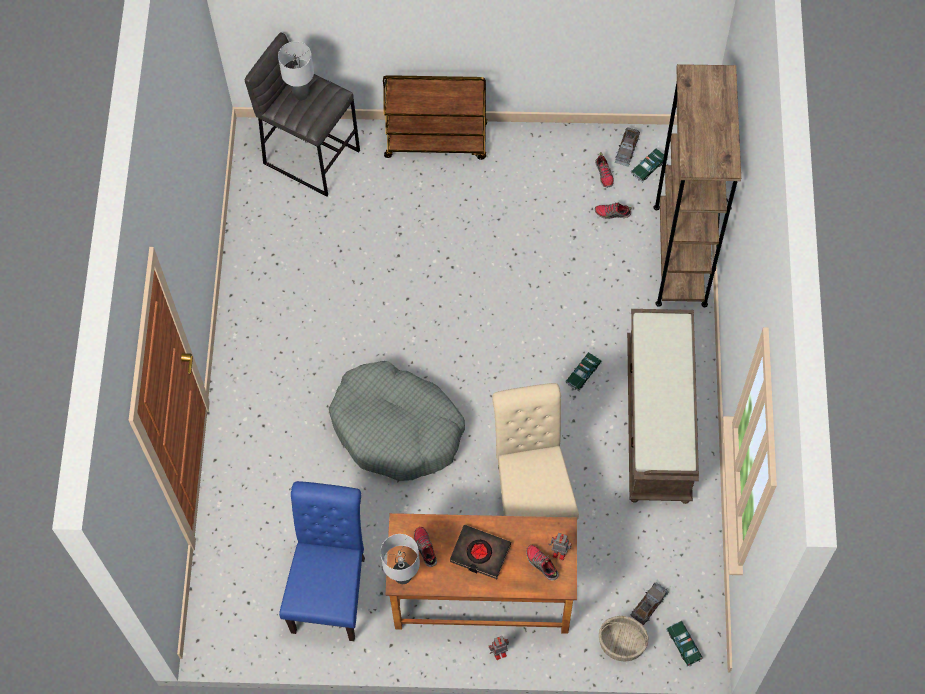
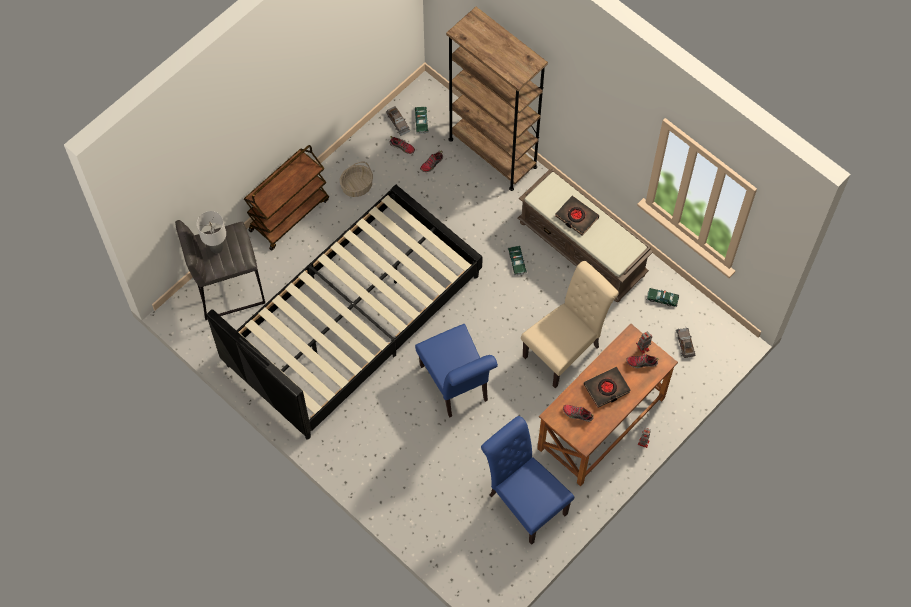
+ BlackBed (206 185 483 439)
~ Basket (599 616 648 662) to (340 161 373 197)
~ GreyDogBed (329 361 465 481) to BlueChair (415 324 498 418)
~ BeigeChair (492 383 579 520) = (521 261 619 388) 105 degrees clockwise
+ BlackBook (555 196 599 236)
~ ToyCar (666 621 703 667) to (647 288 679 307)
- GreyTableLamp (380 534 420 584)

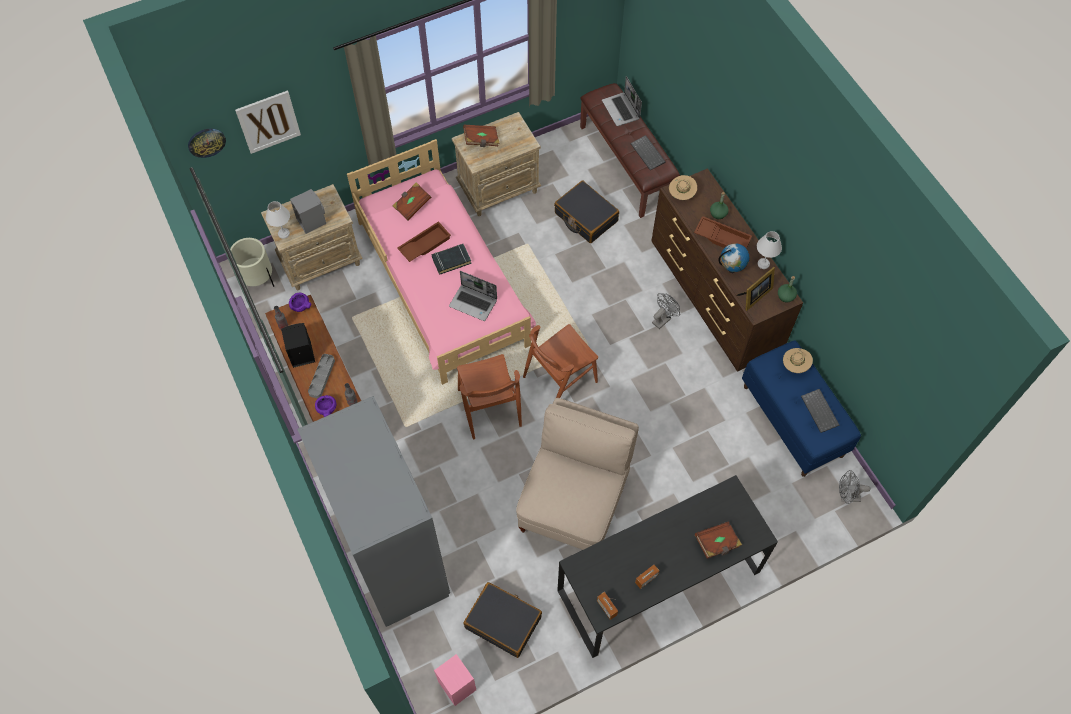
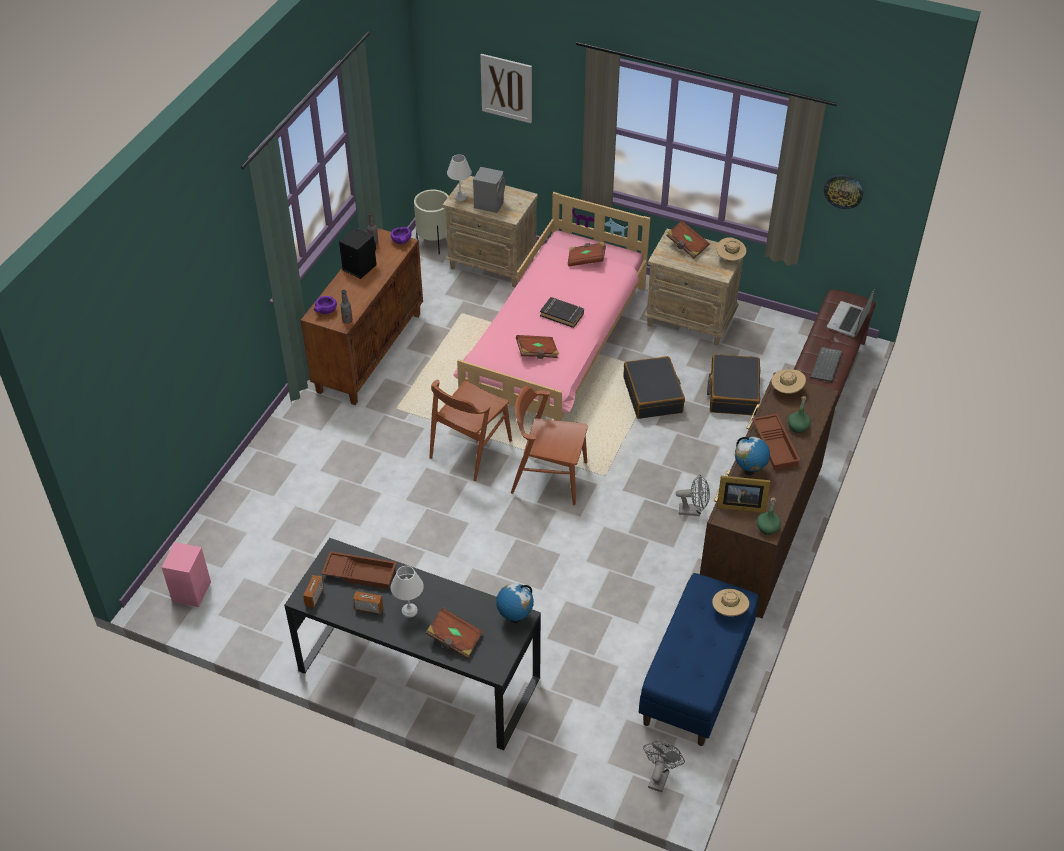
~ BrownTray (397 221 451 262) to (321 551 397 589)
~ WhiteTableLamp (757 231 782 269) to (391 566 424 618)
+ Globe (496 583 534 623)
~ Laptop (449 271 497 321) to BrownBook (516 335 559 359)
~ BlackSuitcase (464 582 542 658) to (623 356 685 419)
~ GreyFan (839 470 871 504) = (643 741 685 792) 60 degrees clockwise
+ BeigeHat (716 237 746 261)
~ WallClock (188 129 226 158) to (824 175 863 209)
- GreyWardrobe (297 396 450 627)
- GreyTray (308 354 335 399)
- BeigeChair (516 398 639 550)
- Keyboard (801 389 839 433)

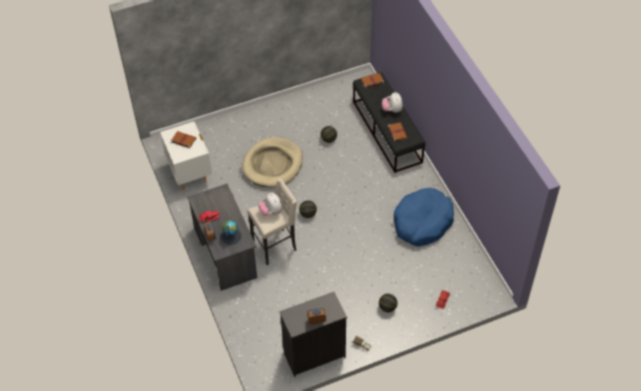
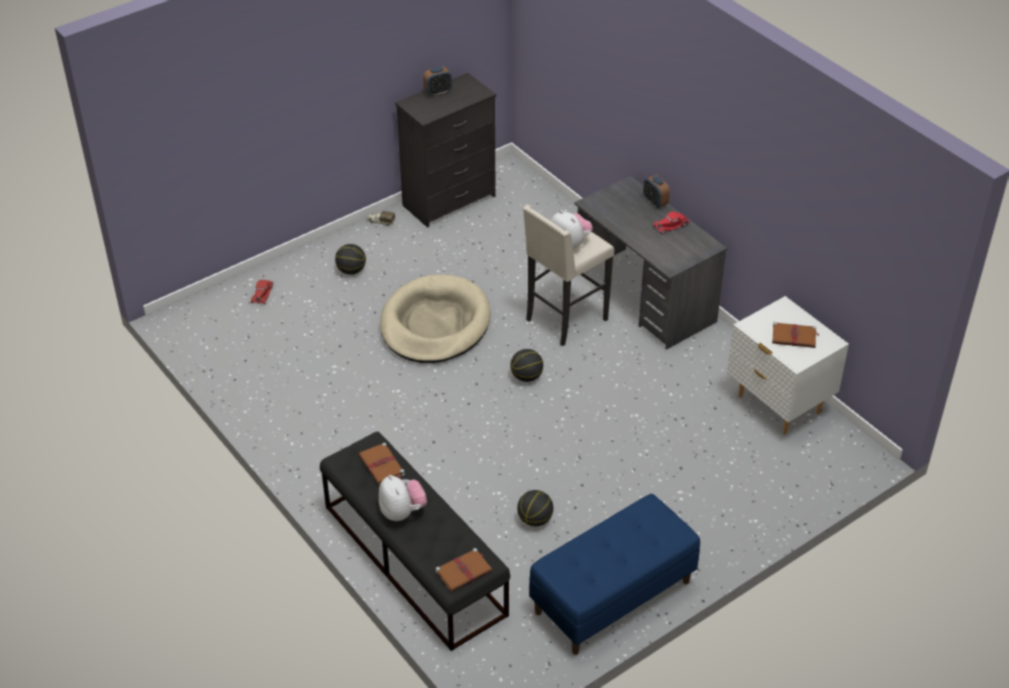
~ BeigeDogBed (242 137 303 187) to (380 274 491 363)
+ BlueBench (529 494 700 655)
- Globe (220 220 242 245)
- BlueDogBed (394 188 454 247)

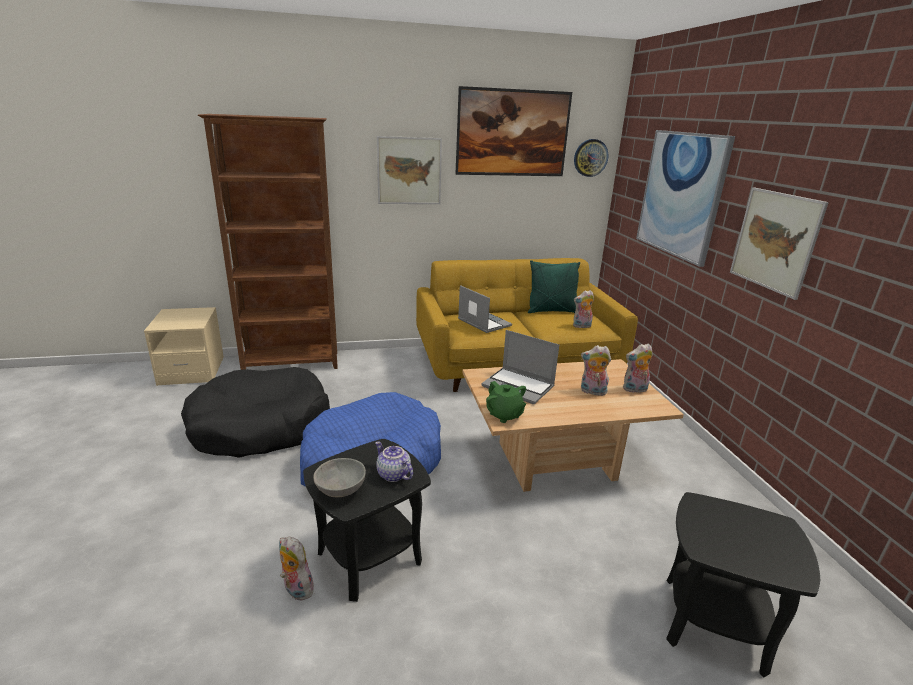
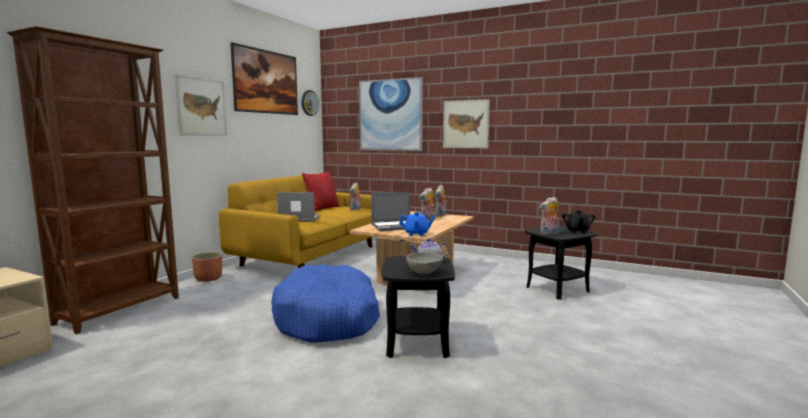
+ Planter (192 252 222 282)
~ GreenPillow (528 260 580 313) to RedPillow (302 171 340 211)
~ GreenTeapot (486 381 526 423) to BlueTeapot (399 212 435 236)
~ PlushToy (279 536 317 601) to (539 197 559 235)
+ BlackTeapot (562 210 596 233)
- BlackDogBed (181 367 330 458)

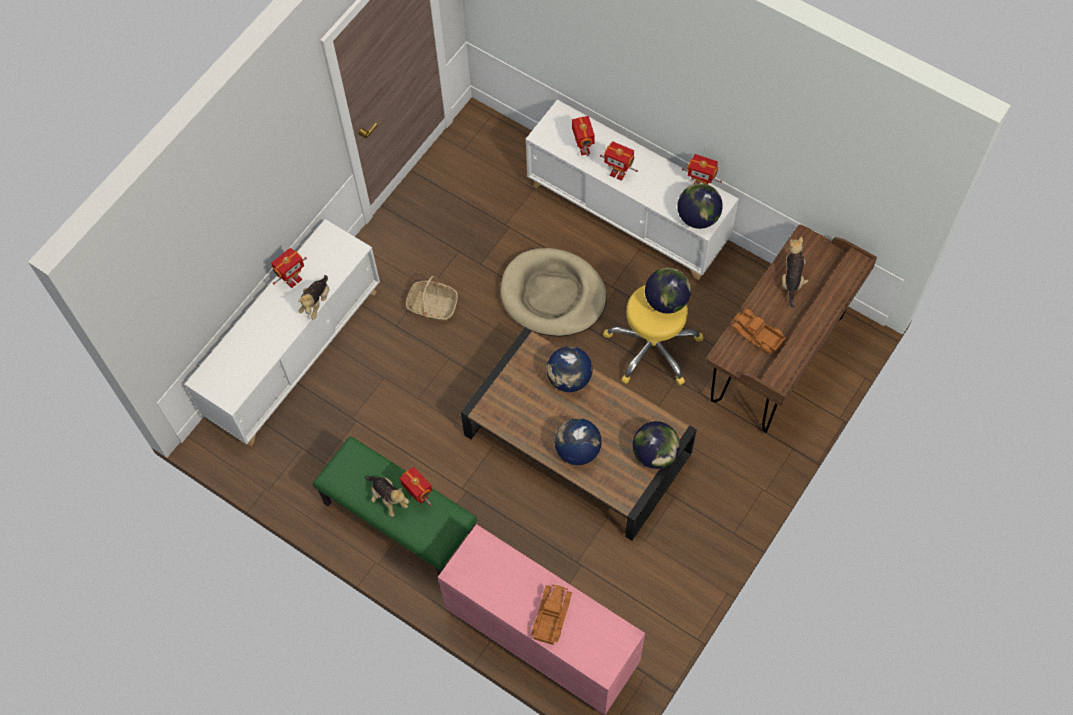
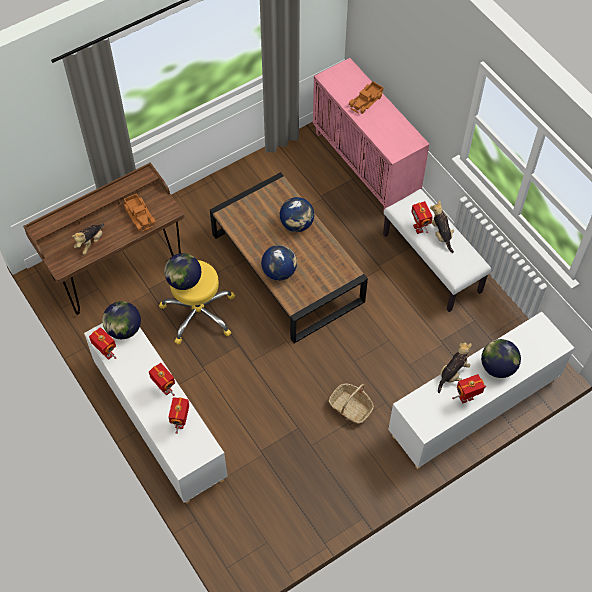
~ GreenBench (313 436 477 576) to WhiteBench (383 189 491 312)
~ Globe (632 421 680 469) to (481 339 521 378)
- BeigeDogBed (500 248 607 336)

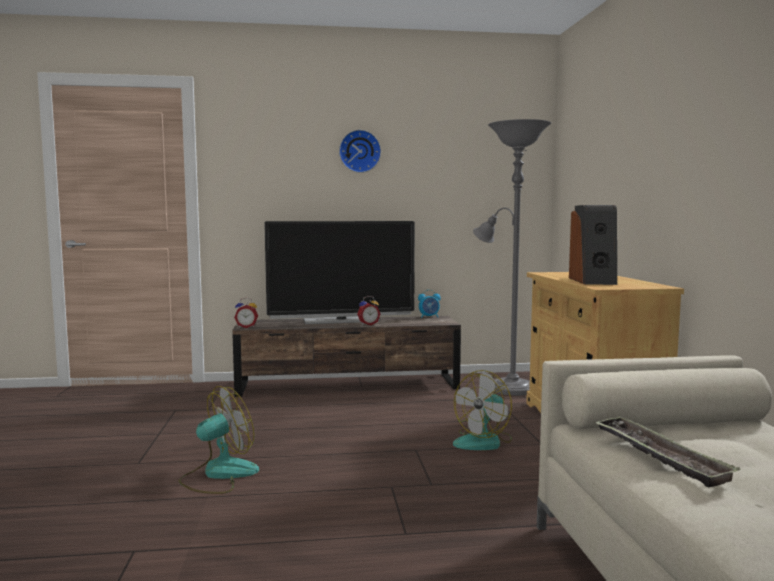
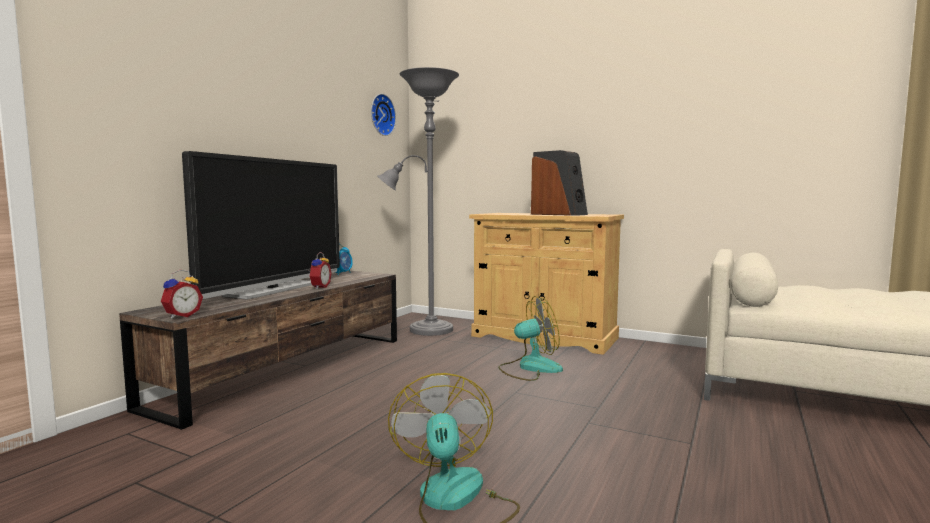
~ WallClock (339 130 381 173) to (371 94 396 136)
~ Fan (453 370 512 450) = (498 296 563 381) 90 degrees counterclockwise
- Tray (594 416 741 488)

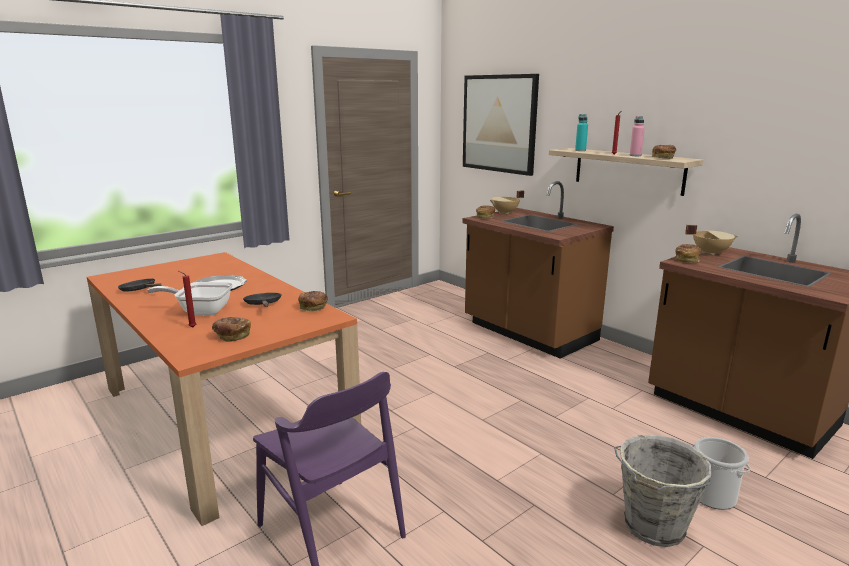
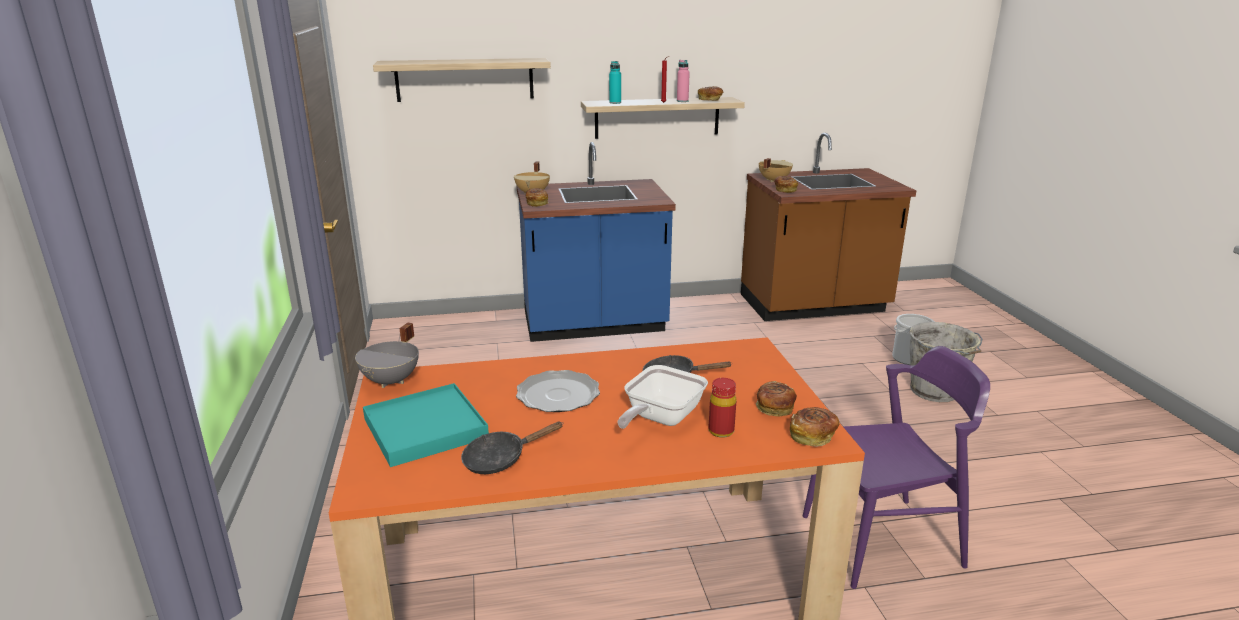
+ GreyCookingPot (355 323 419 388)
+ TurquoiseTray (363 383 489 467)
~ Picture (463 74 539 176) to Shelf (373 58 551 102)
~ BrownCounter (462 181 614 359) to BlueCounter (517 142 676 342)
~ RedCandle (179 271 196 327) to RedBottle (709 378 736 438)
~ Bread (298 291 328 312) to (790 407 840 447)

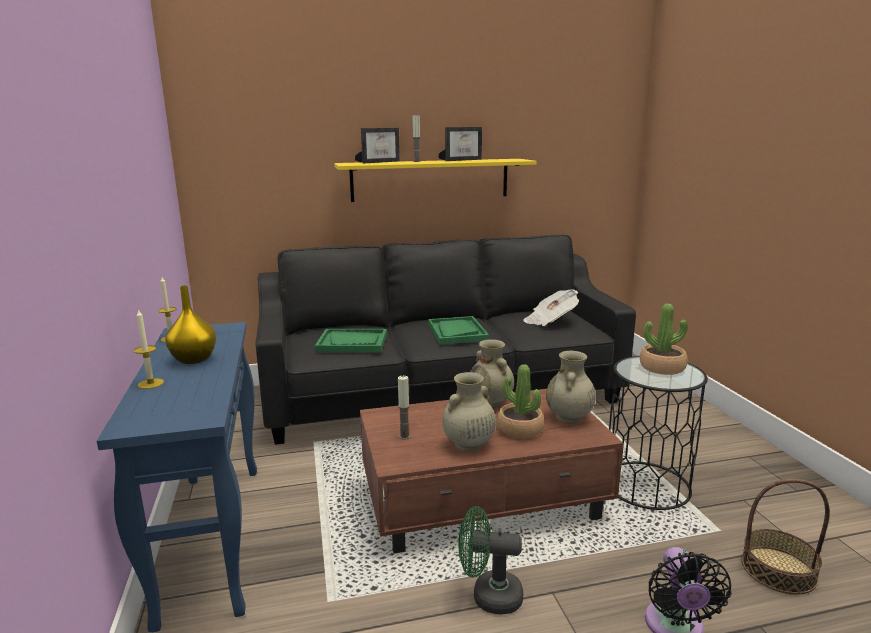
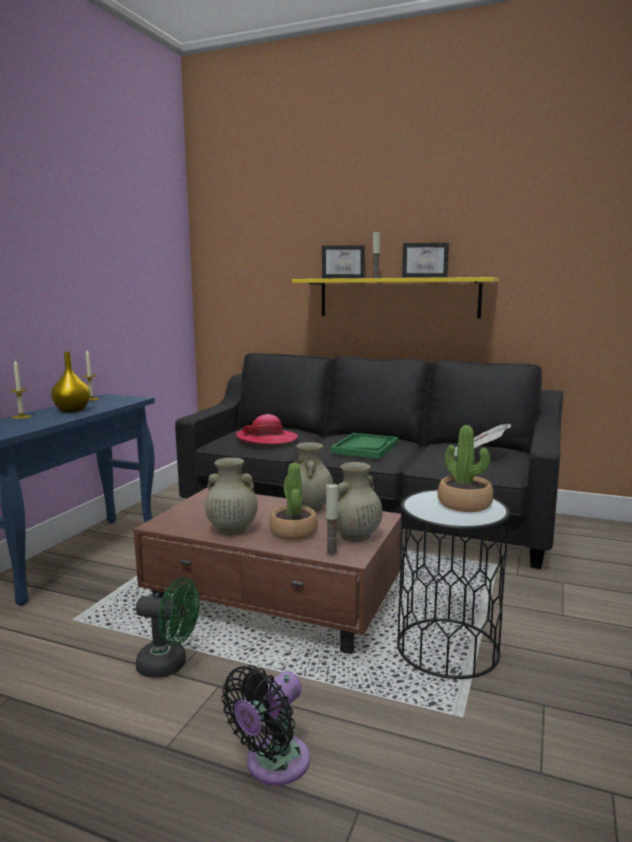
~ GreenFan (458 506 523 614) = (136 578 199 678) 150 degrees clockwise
~ GreenTray (315 329 387 352) to Hat (235 414 298 444)
~ Candle (398 376 410 440) to (326 483 338 556)
- Basket (741 479 830 595)

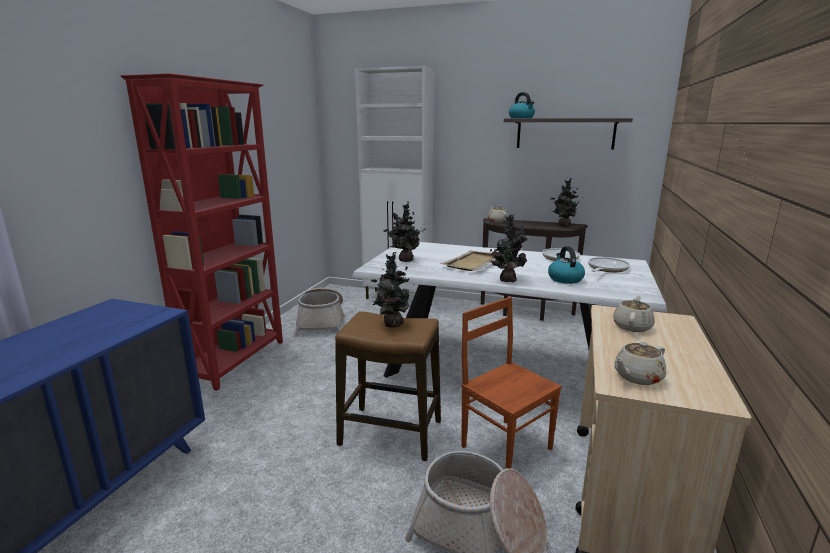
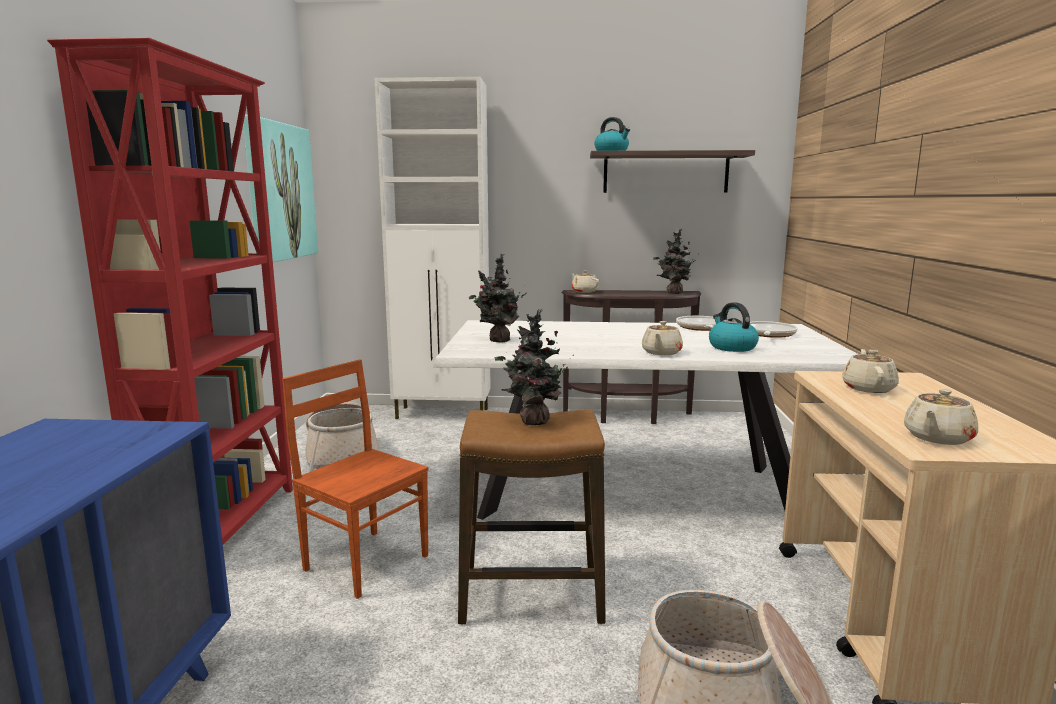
+ Picture (243 115 318 262)
~ BrownChair (461 297 562 468) to (282 359 429 599)
~ PottedPlant (490 214 528 282) to BeigeTeapot (642 321 683 355)
- BeigeTray (440 250 496 271)

